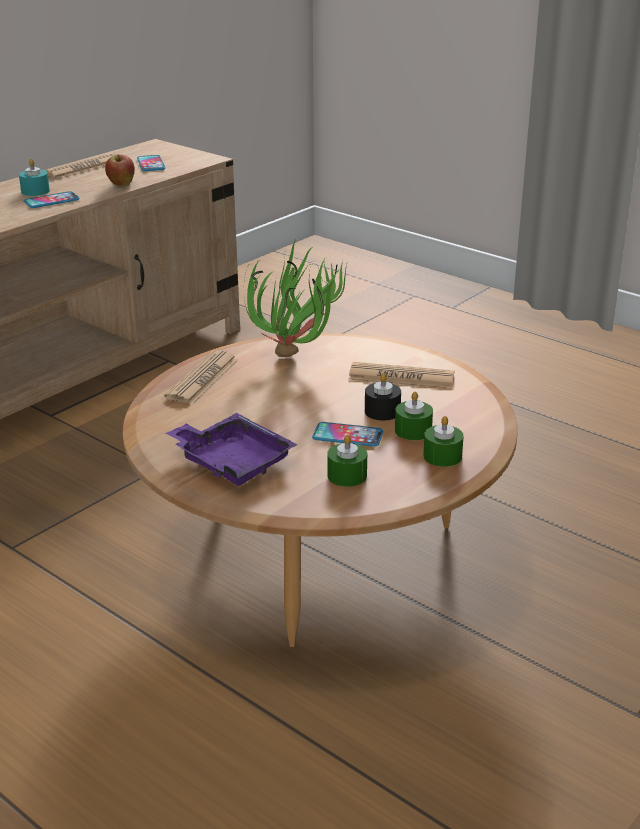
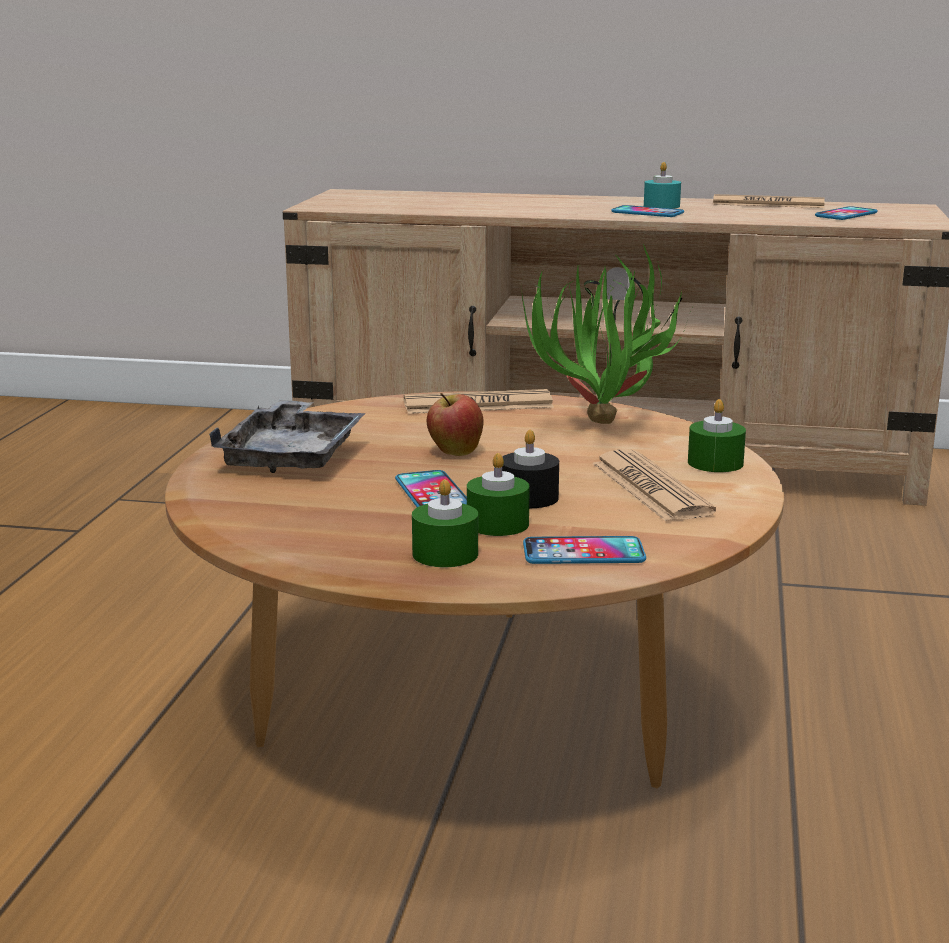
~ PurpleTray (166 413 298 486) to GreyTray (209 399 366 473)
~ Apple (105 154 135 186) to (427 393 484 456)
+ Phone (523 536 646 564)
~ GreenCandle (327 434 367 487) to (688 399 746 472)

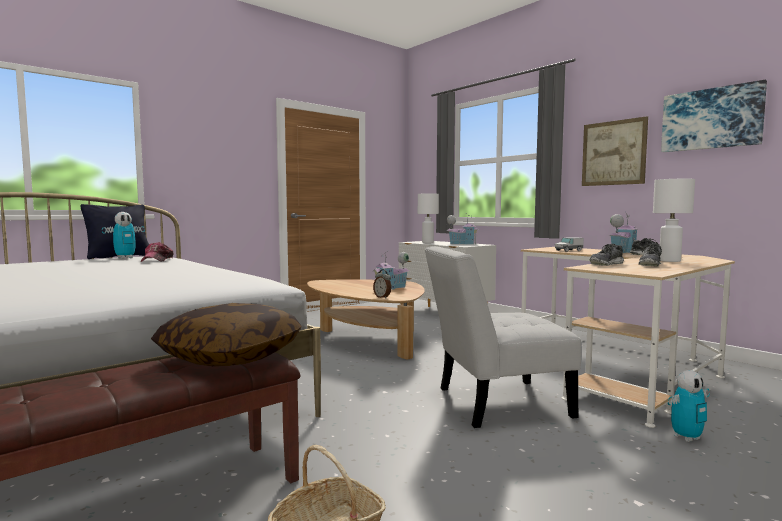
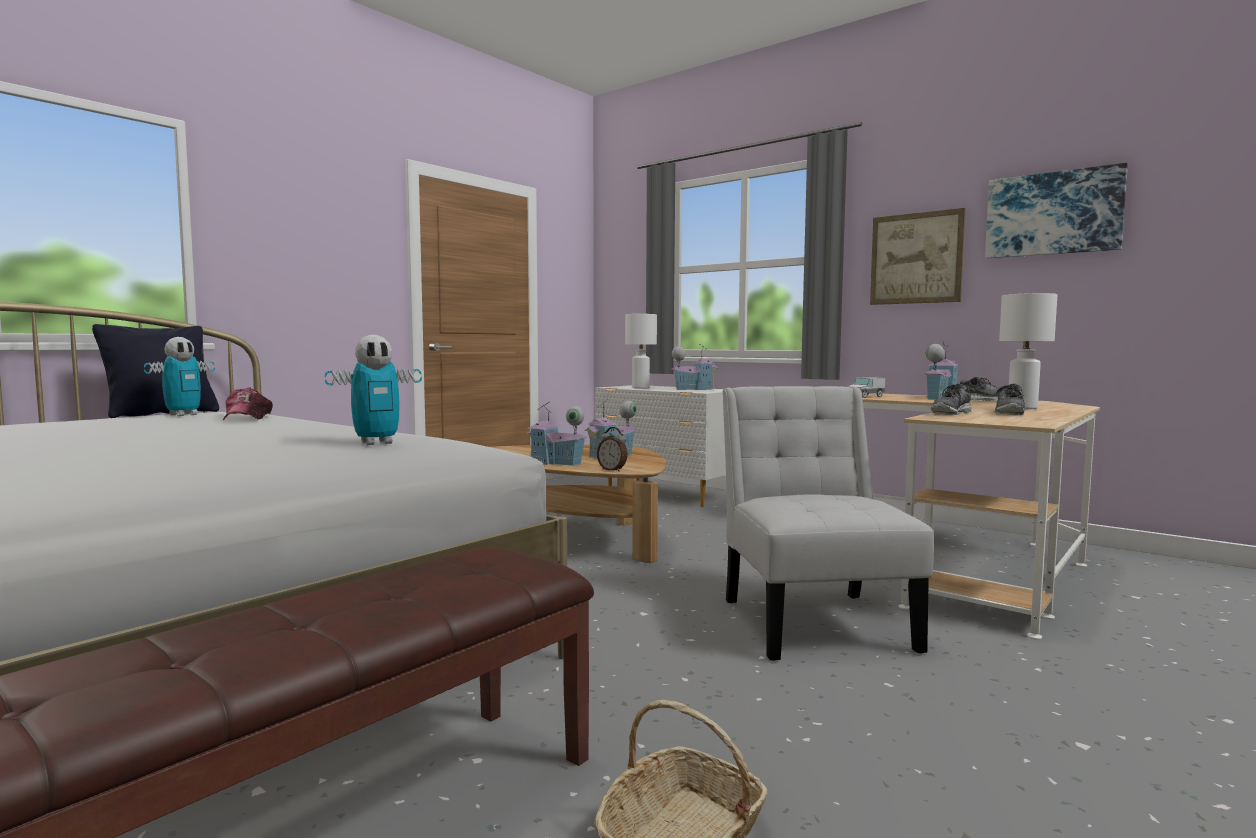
~ ToyRobot (668 370 710 442) to (325 335 422 445)
+ ToyHouse (526 401 587 466)
~ WhiteChair (425 246 581 428) = (722 386 934 661) 105 degrees clockwise
- Pillow (151 303 302 366)

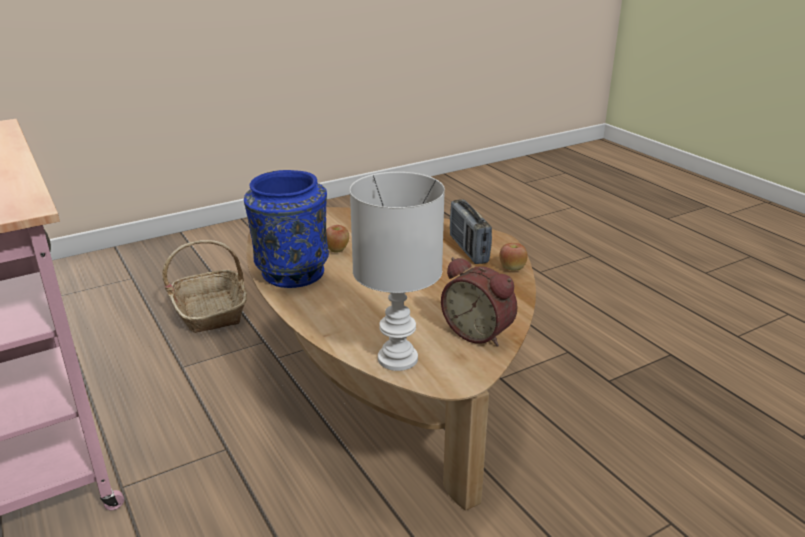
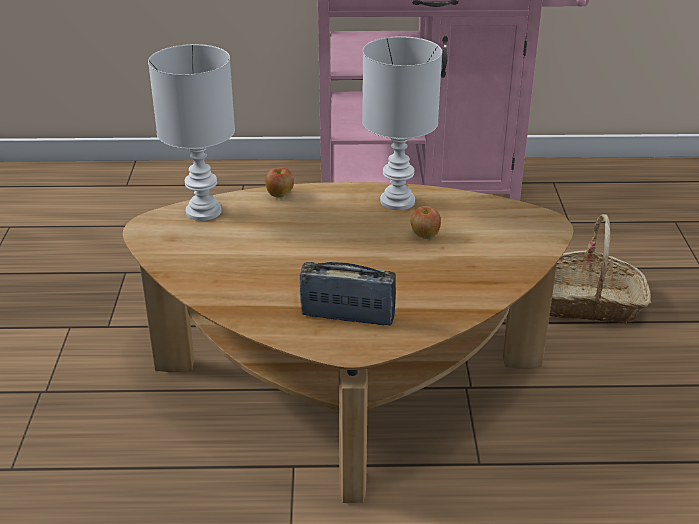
~ Apple (499 243 527 271) to (265 167 294 198)
~ BlueVase (244 170 329 288) to WhiteTableLamp (362 36 442 210)
- AlarmClock (441 257 517 347)

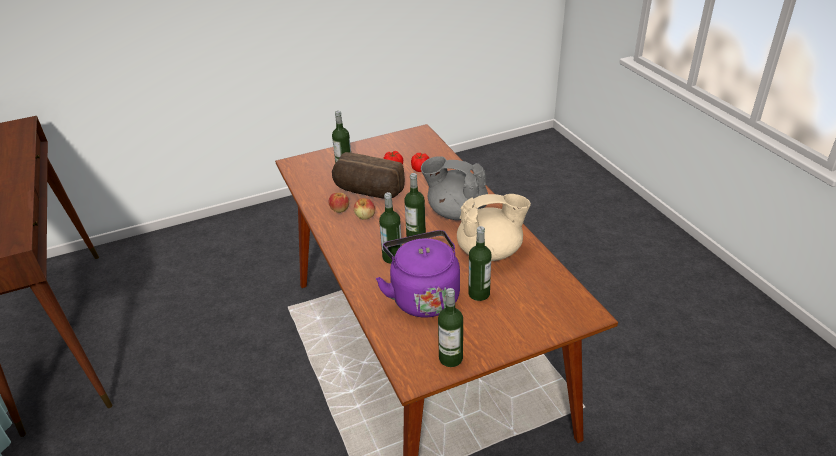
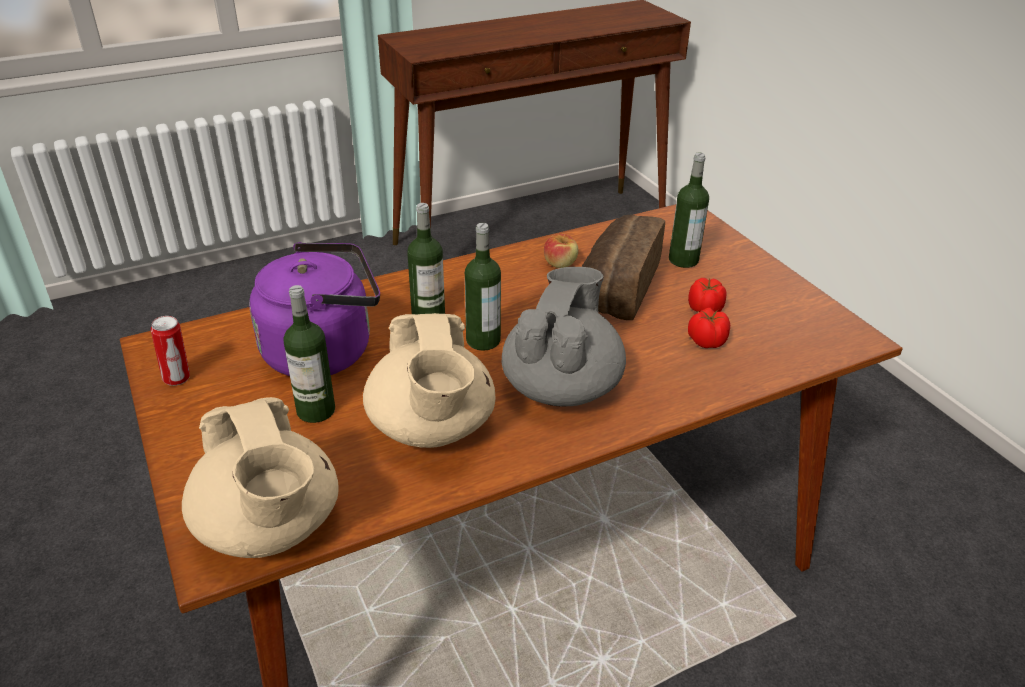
~ Bottle (438 288 463 367) to Can (151 316 190 386)
+ BeigeTeapot (182 397 339 558)
- Apple (354 198 375 220)

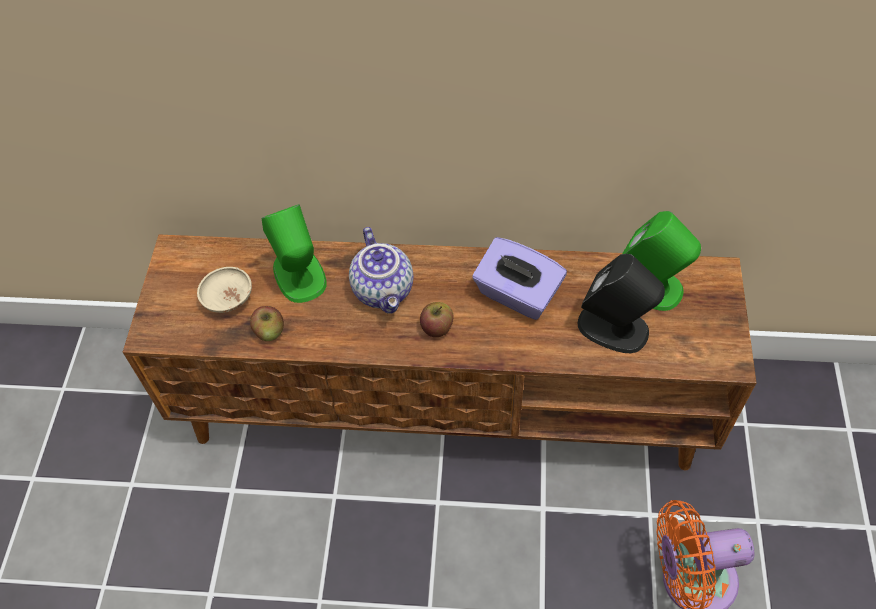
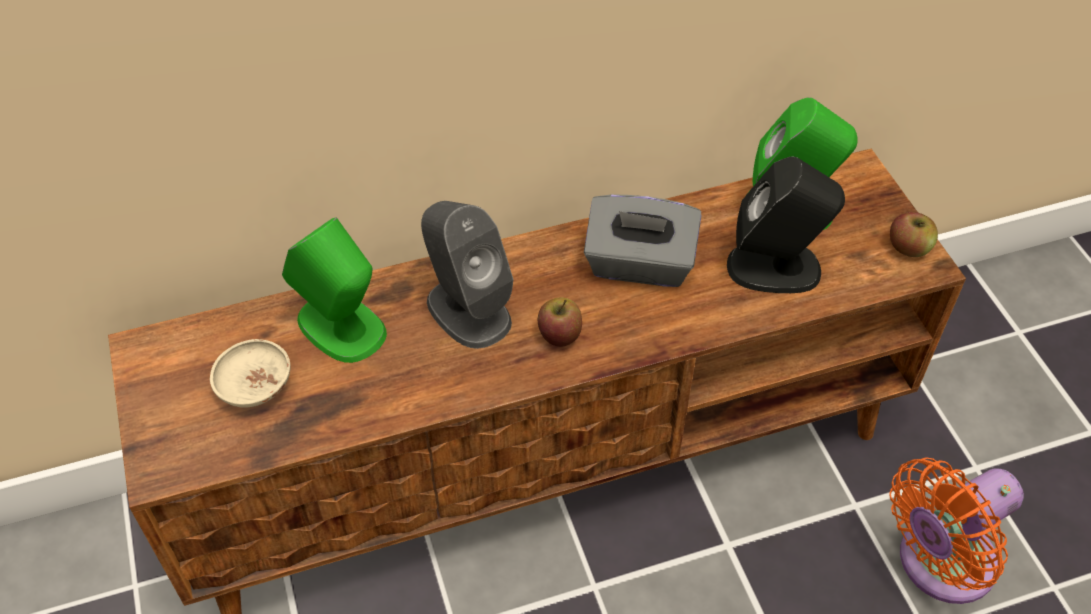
~ Teapot (349 227 413 314) to GreySpeaker (421 201 513 349)
~ PurpleTissueBox (472 237 567 320) to GreyTissueBox (584 194 701 287)
~ Apple (250 306 284 341) to (890 212 938 257)

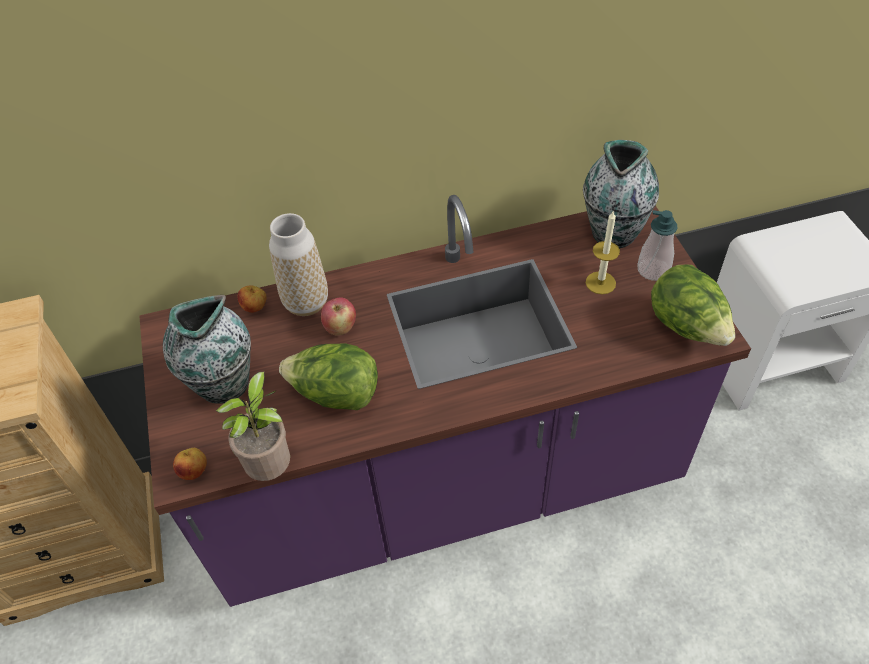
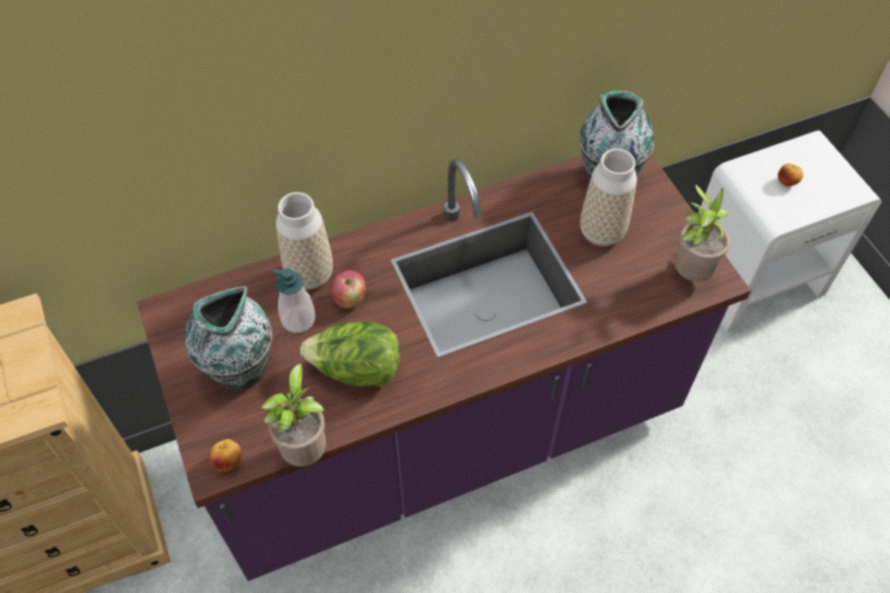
~ SoapDispenser (637 210 678 281) to (272 268 316 333)
~ Candle (586 212 620 294) to Vase (580 149 637 247)
~ Lettuce (651 265 735 346) to PottedPlant (674 185 730 282)
~ Apple (238 285 267 313) to (778 163 803 186)

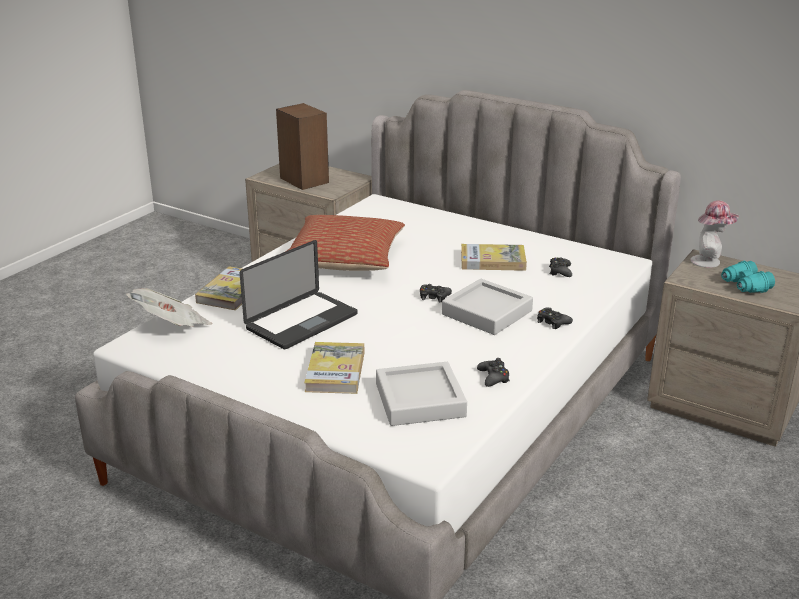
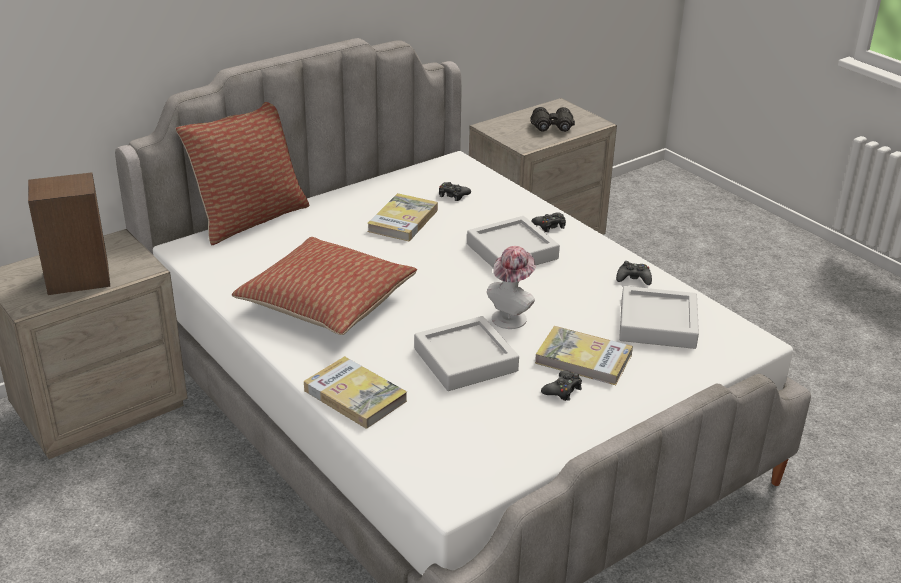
+ Pillow (176 102 309 245)
~ Laptop (240 240 358 349) to GreyTray (414 316 519 391)
~ Hat (691 200 739 268) to (487 246 536 329)
~ TurquoiseBinoculars (721 261 775 293) to BlackBinoculars (531 107 575 132)
~ BlackGameController (420 284 452 302) to (541 370 582 401)
- Newspaper (126 288 213 327)

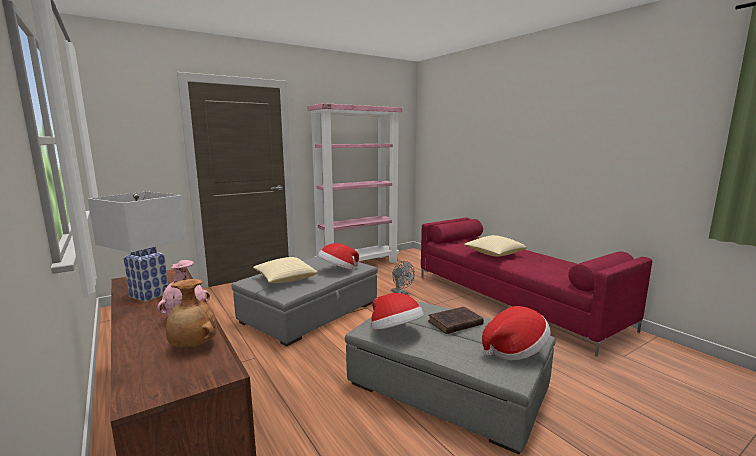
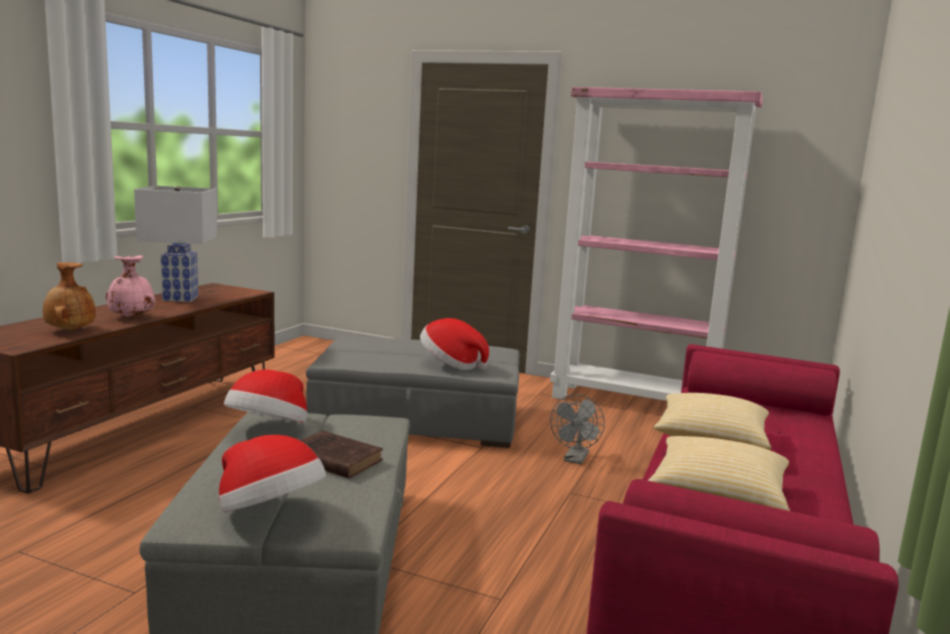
~ Pillow (253 257 318 283) to (648 436 790 511)

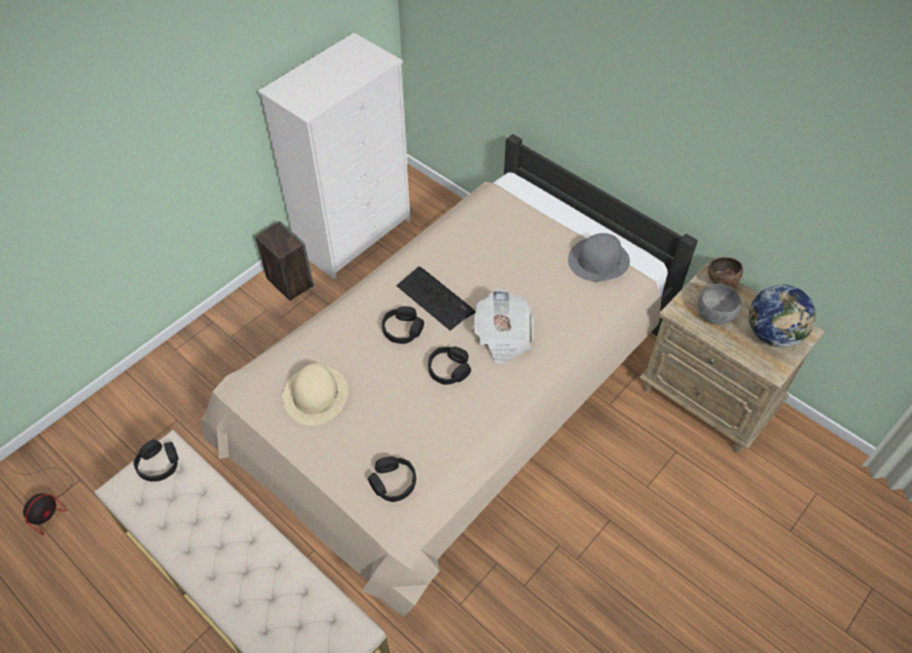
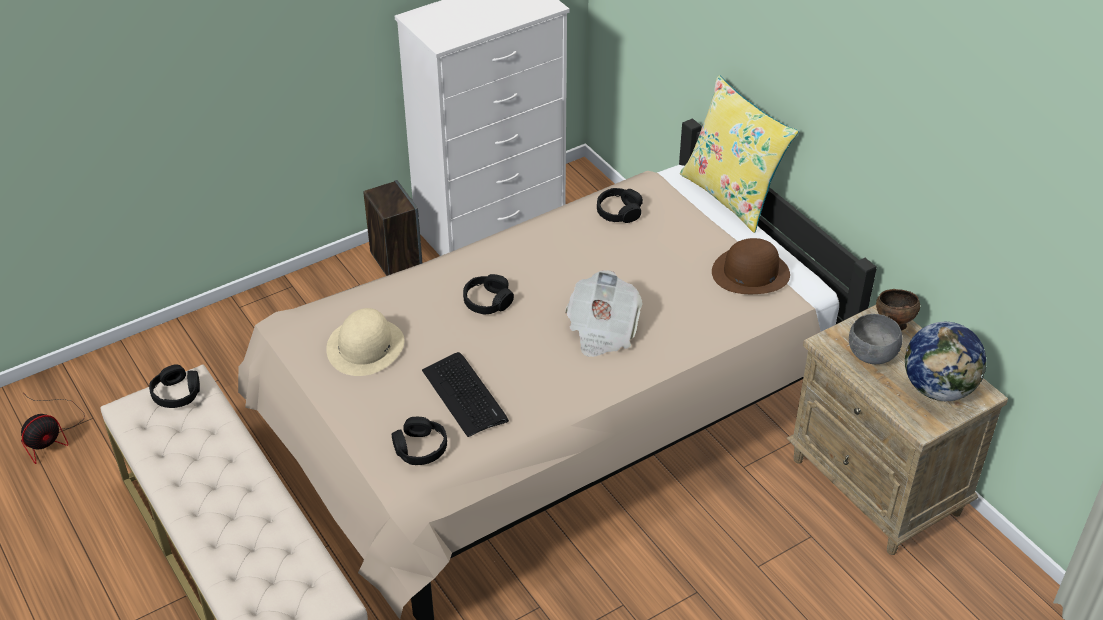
~ Keyboard (396 267 476 331) to (422 352 509 437)
~ BlackHeadphones (428 346 471 385) to (597 188 643 223)
+ YellowPillow (680 75 799 233)
~ GreyHat (568 233 630 281) to BrownHat (712 238 790 294)

